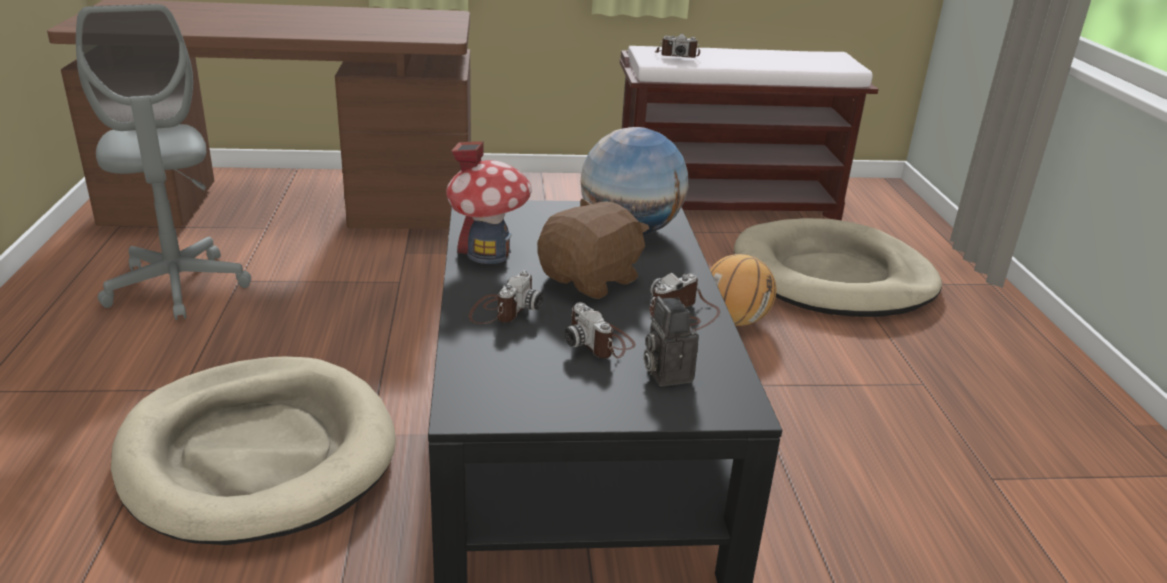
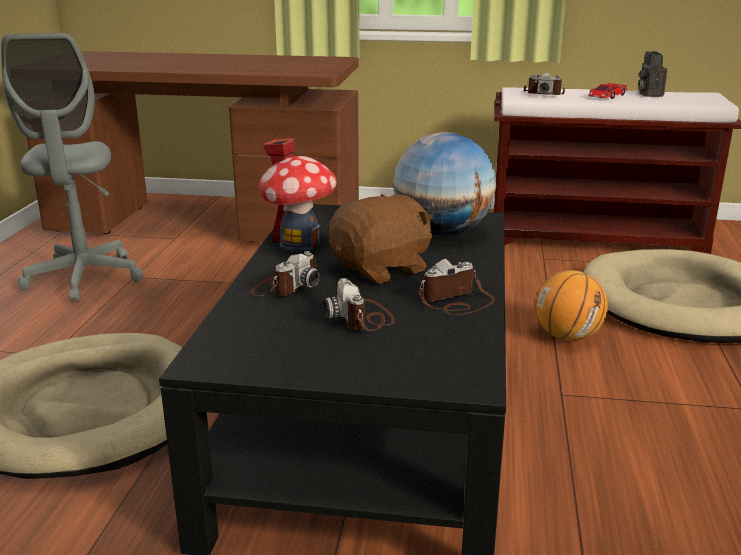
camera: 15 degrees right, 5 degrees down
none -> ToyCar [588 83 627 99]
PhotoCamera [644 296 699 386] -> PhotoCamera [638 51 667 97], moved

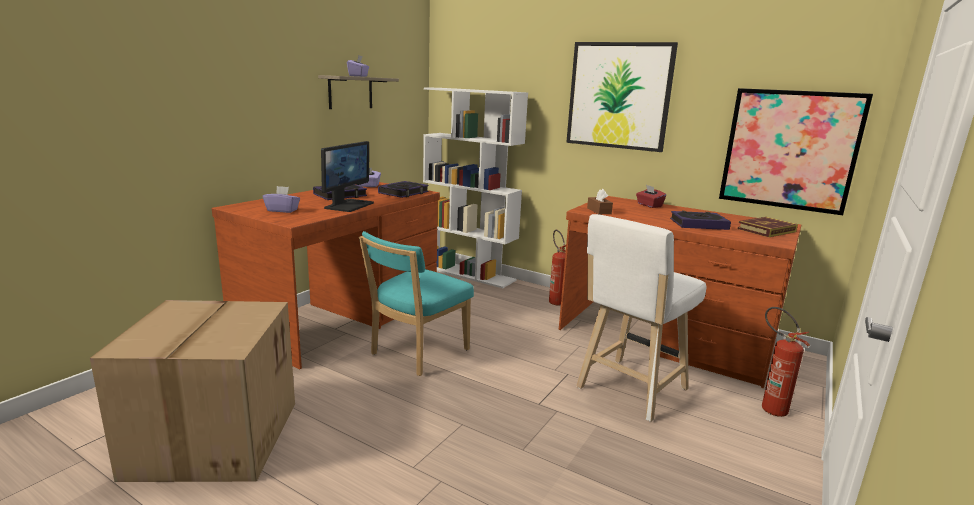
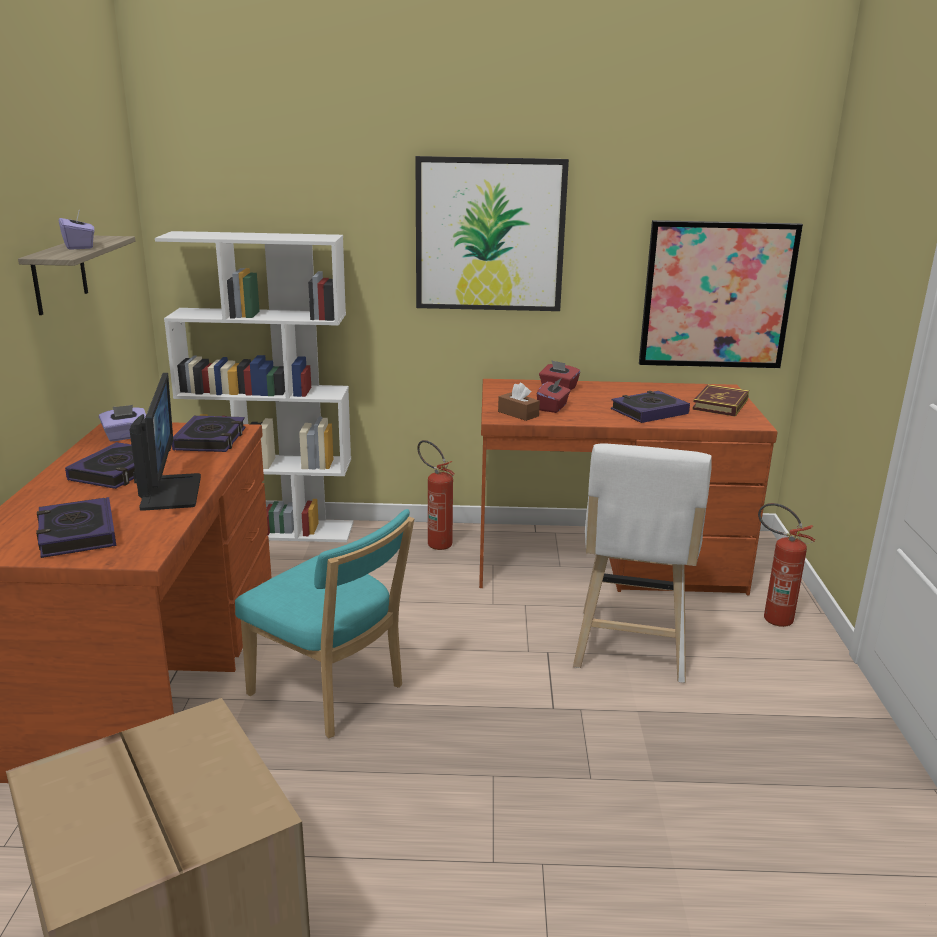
camera: 30 degrees left, 5 degrees up
none -> RedTissueBox [537 378 571 413]
PurpleTissueBox [263 186 300 213] -> Book [36 497 116 558]
TurquoiseChair [359 231 474 376] -> TurquoiseChair [235 509 414 739], 60 degrees counterclockwise

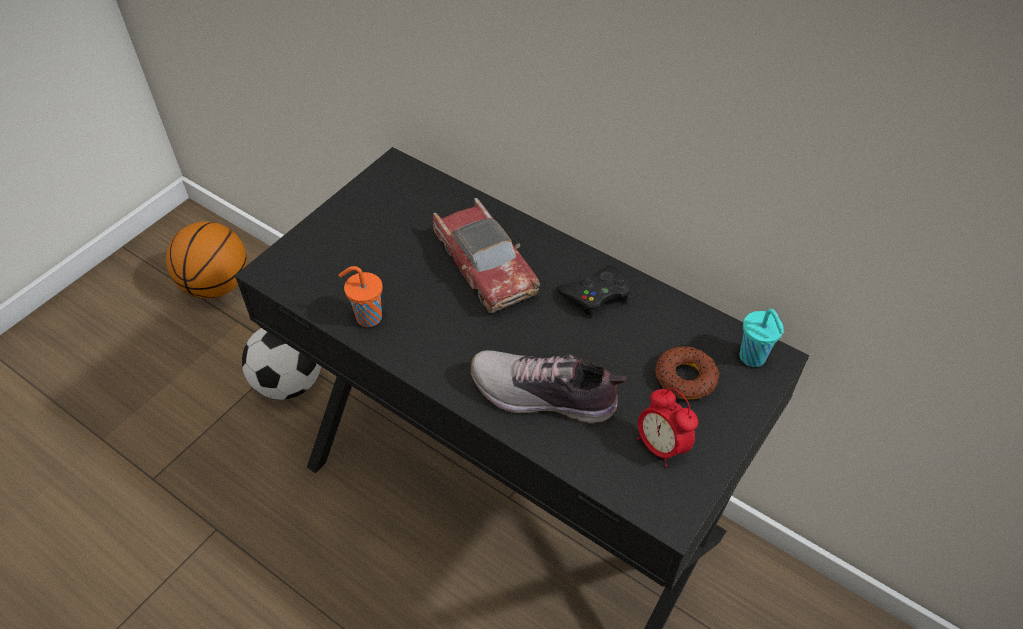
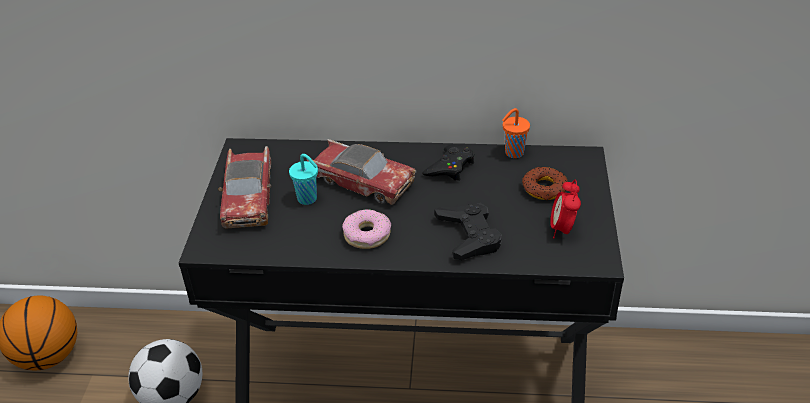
camera: 30 degrees left, 10 degrees down
none -> ToyCar [218 146 272 229]
none -> Donut [342 210 391 249]
OrangeCup [339 266 383 327] -> OrangeCup [502 108 530 158], moved
TurquoiseCup [740 309 784 367] -> TurquoiseCup [289 154 318 205], moved
Shoe [471 350 626 424] -> BlackGameController [435 203 502 260]
AlarmClock [637 388 698 467] -> AlarmClock [550 179 581 238], 75 degrees clockwise

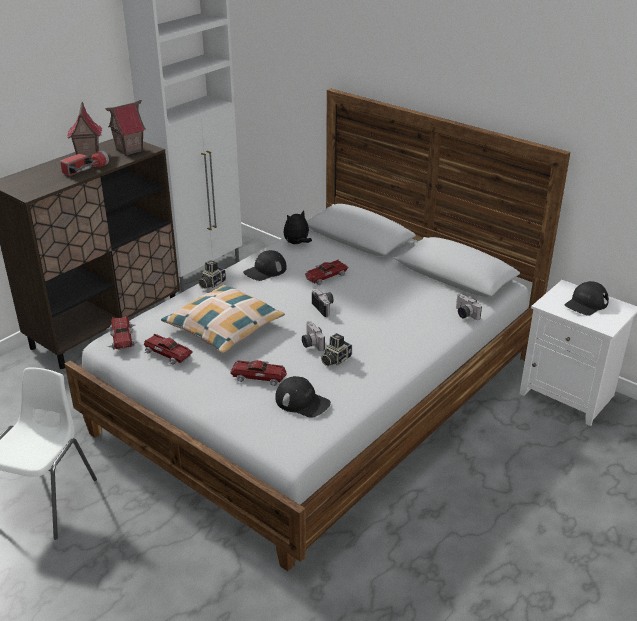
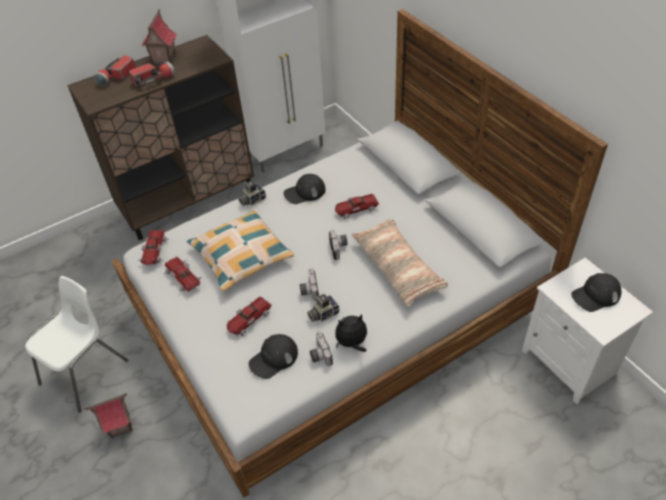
camera: 20 degrees right, 15 degrees up
none -> Flashlight [94 55 136 86]
none -> Pillow [352 219 448 307]
ToyHouse [106 100 146 156] -> ToyHouse [84 393 132 438], moved
PlushToy [283 210 312 244] -> PlushToy [335 314 367 352], moved
PhotoCamera [456 294 482 320] -> PhotoCamera [310 331 333 366], moved
ToyCar [230 360 287 386] -> ToyCar [226 296 272 336], 105 degrees clockwise
BlackCap [275 376 331 418] -> BlackCap [248 334 298 379], 90 degrees clockwise

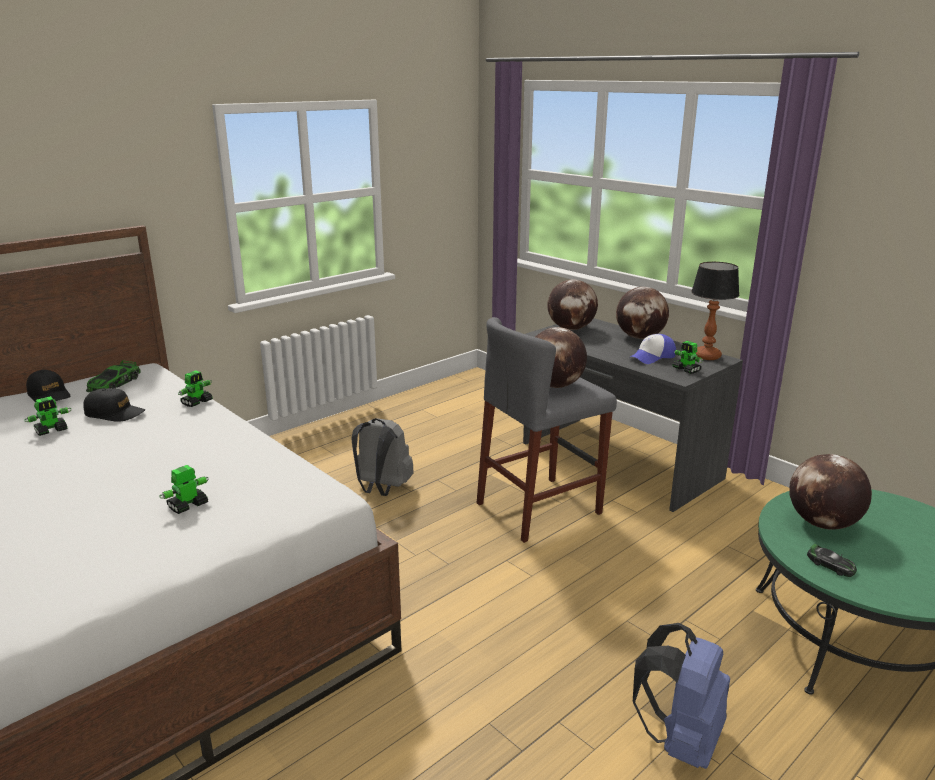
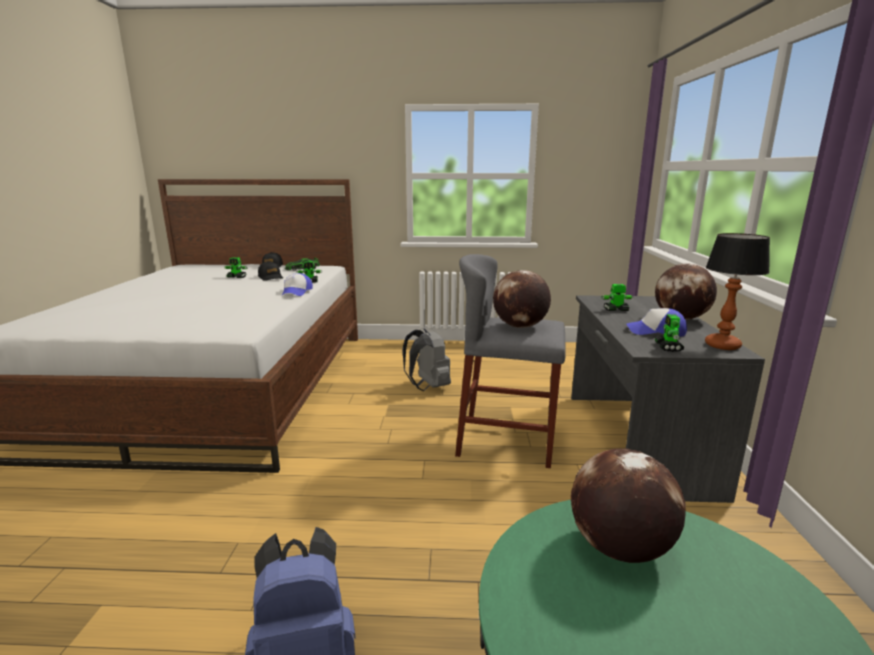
camera: 45 degrees right, 5 degrees down
Globe [547 280 598 330] -> none
ToyCar [807 544 857 577] -> none
none -> Cap [282 273 313 296]
ToyRobot [159 465 209 514] -> ToyRobot [601 284 633 311], moved

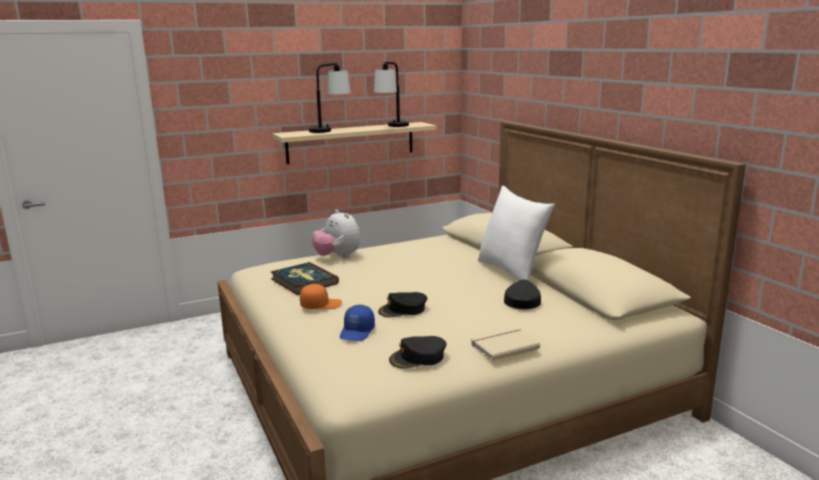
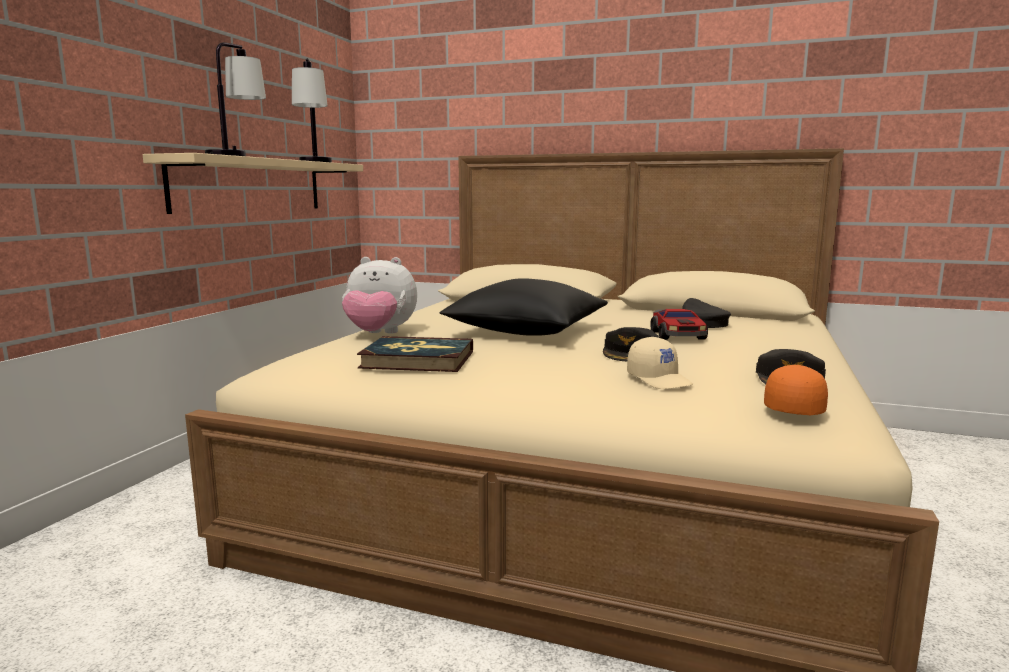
camera: 45 degrees left, 5 degrees down
BeigeBook [471 328 540 361] -> none
WhitePillow [478 186 555 281] -> none
none -> BlackPillow [440 278 608 336]
none -> ToyCar [650 309 708 340]
OrangeCap [300 284 342 309] -> OrangeCap [764 365 828 416], moved
BlueCap [340 305 375 341] -> BeigeCap [627 337 693 389]

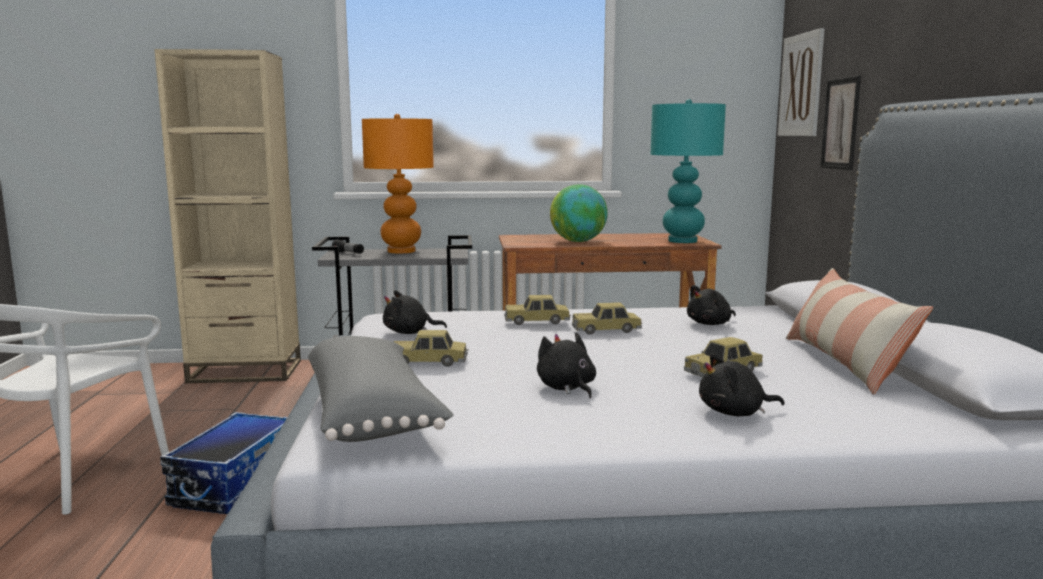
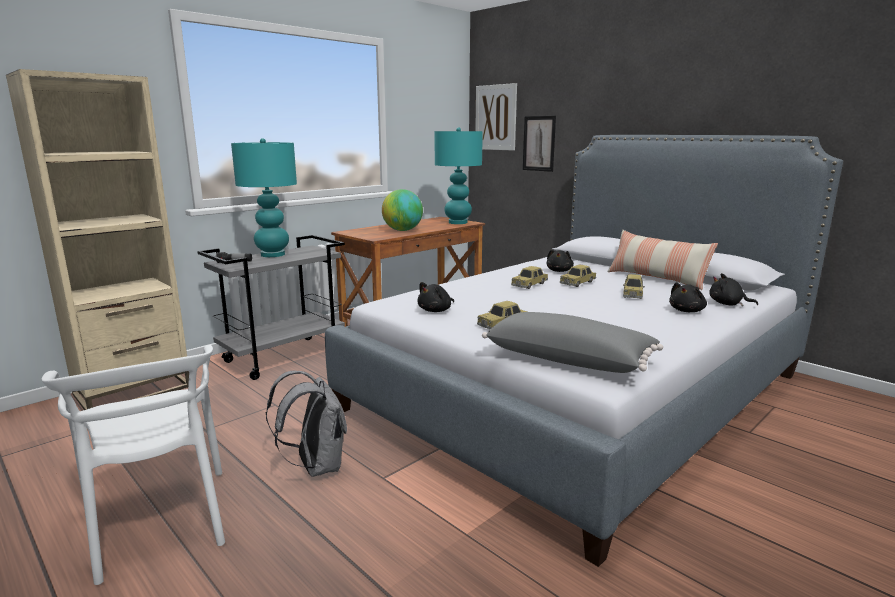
camera: 40 degrees left, 5 degrees up
ToyCar [504 295 571 325] -> ToyCar [560 265 596 287], moved
BlackPlushToy [537 332 596 398] -> BlackPlushToy [709 273 758 306], moved
StorageBox [160 412 287 514] -> GreyBackpack [266 370 347 477]
OrangeTableLamp [362 114 434 253] -> TurquoiseTableLamp [231 138 297 257]

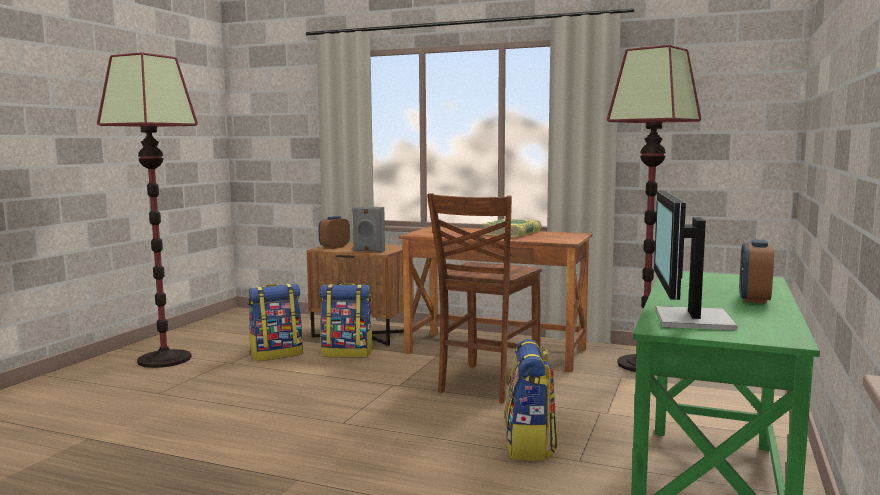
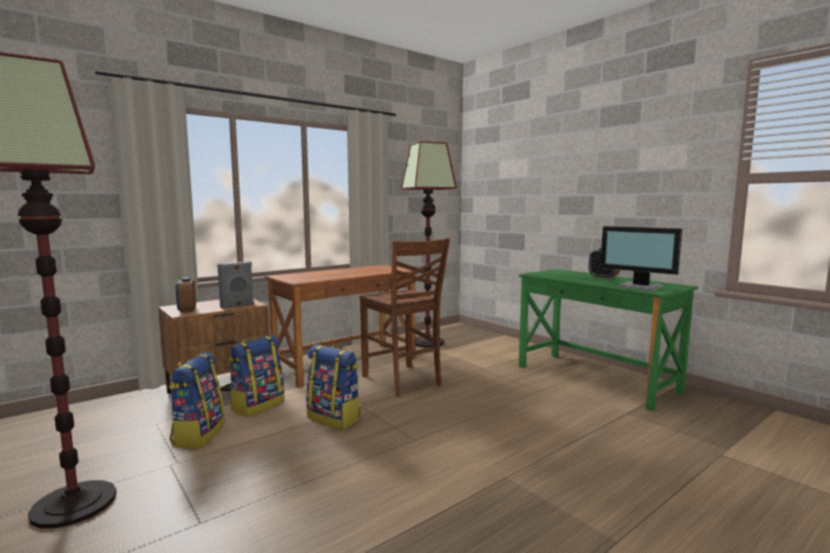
camera: 60 degrees left, 0 degrees up
Book [481 219 542 238] -> none
Backpack [505 339 558 461] -> Backpack [306 345 360 430], moved

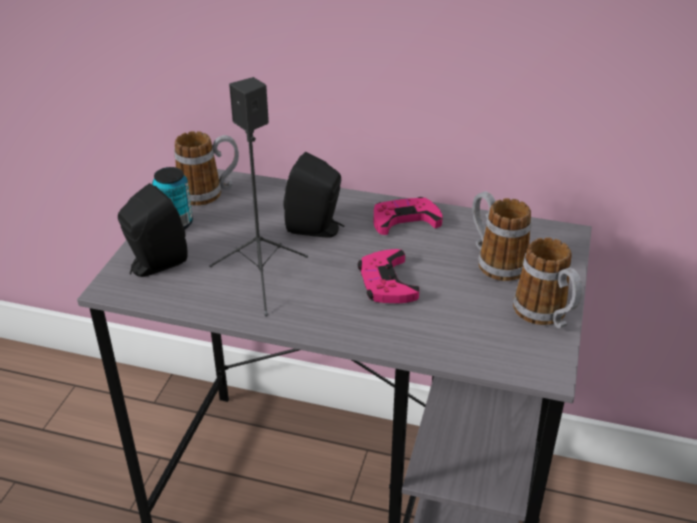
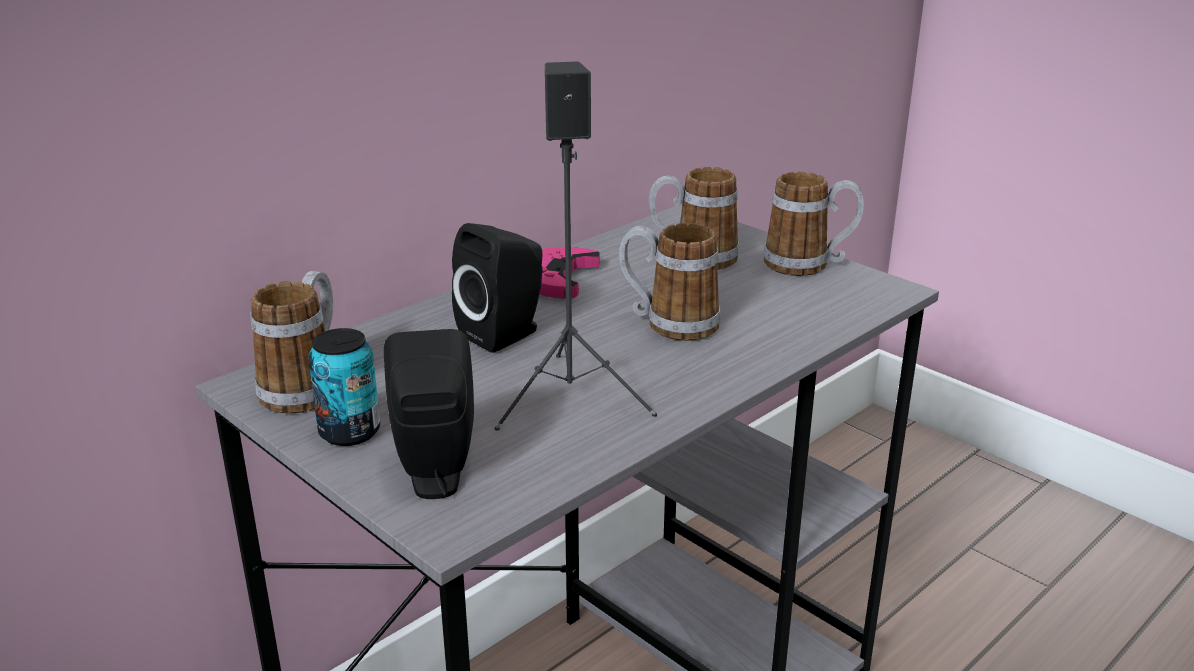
camera: 60 degrees left, 10 degrees down
PinkGameController [358 249 419 303] -> Mug [619 223 721 341]

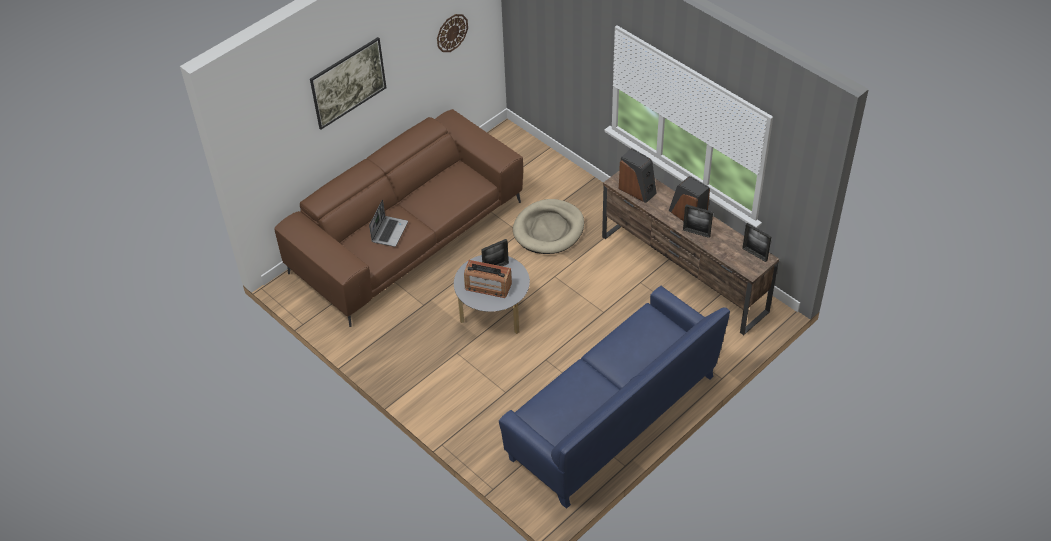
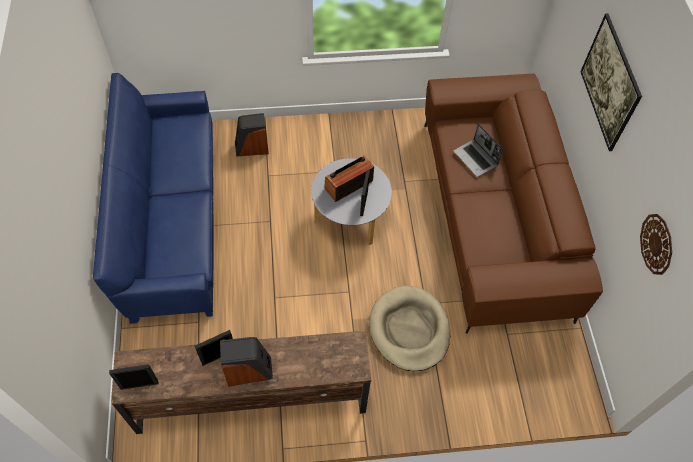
camera: 125 degrees right, 10 degrees up
Speaker [619 148 657 203] -> Speaker [235 113 269 156], moved

